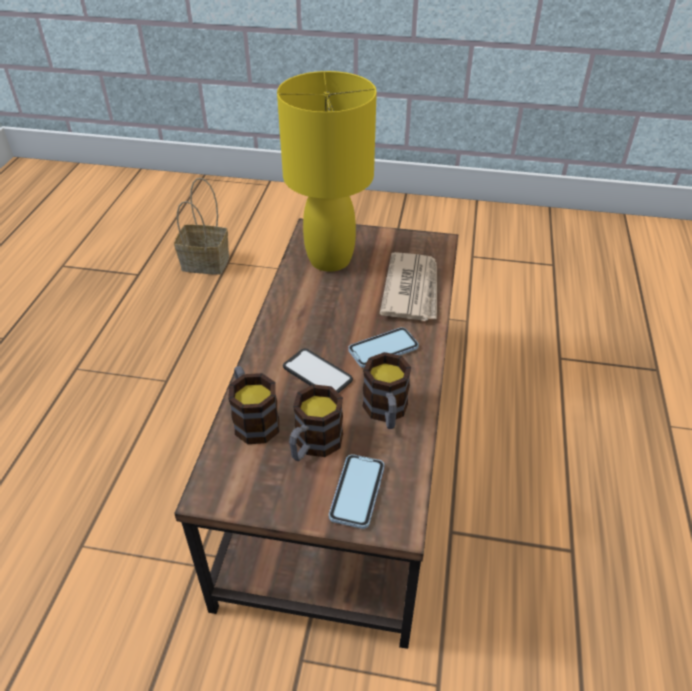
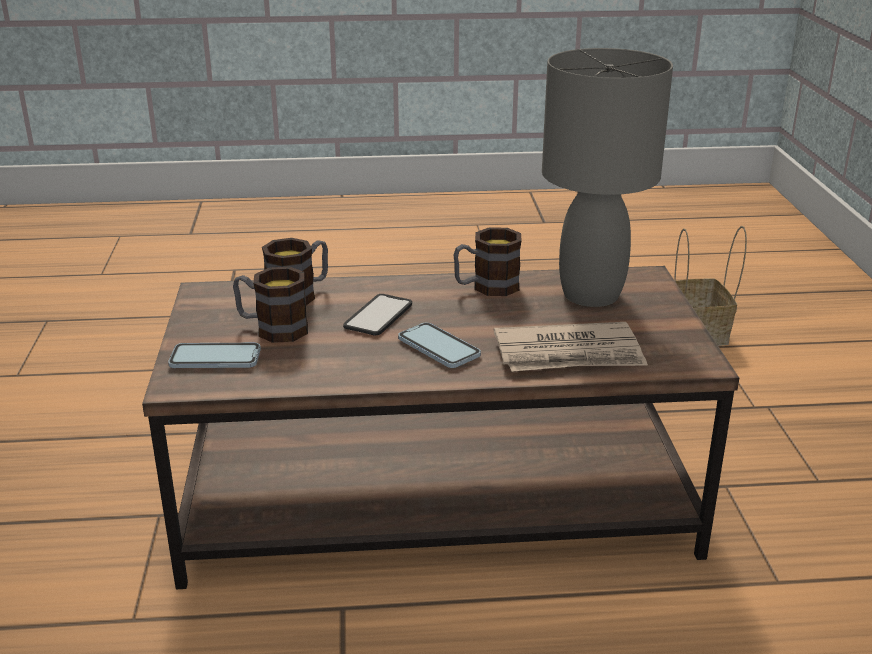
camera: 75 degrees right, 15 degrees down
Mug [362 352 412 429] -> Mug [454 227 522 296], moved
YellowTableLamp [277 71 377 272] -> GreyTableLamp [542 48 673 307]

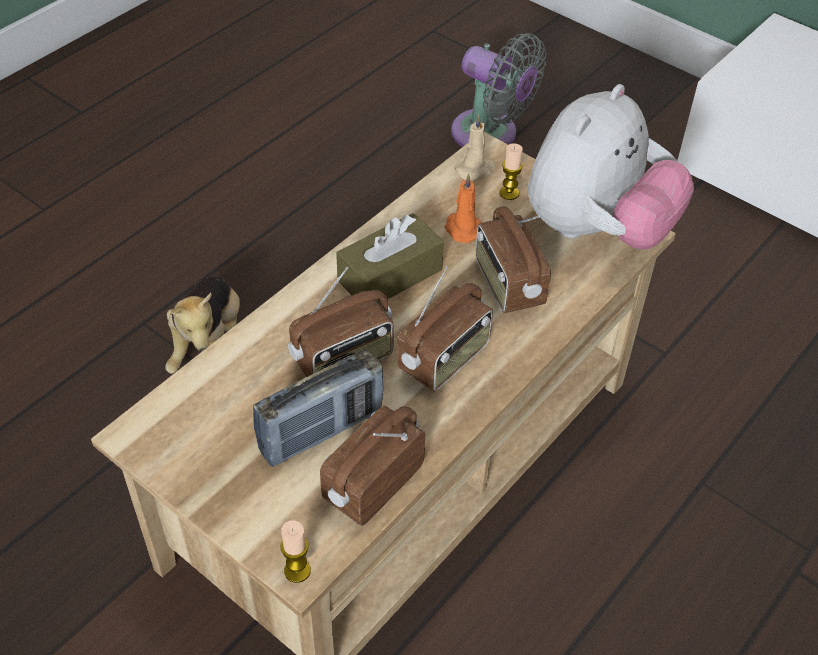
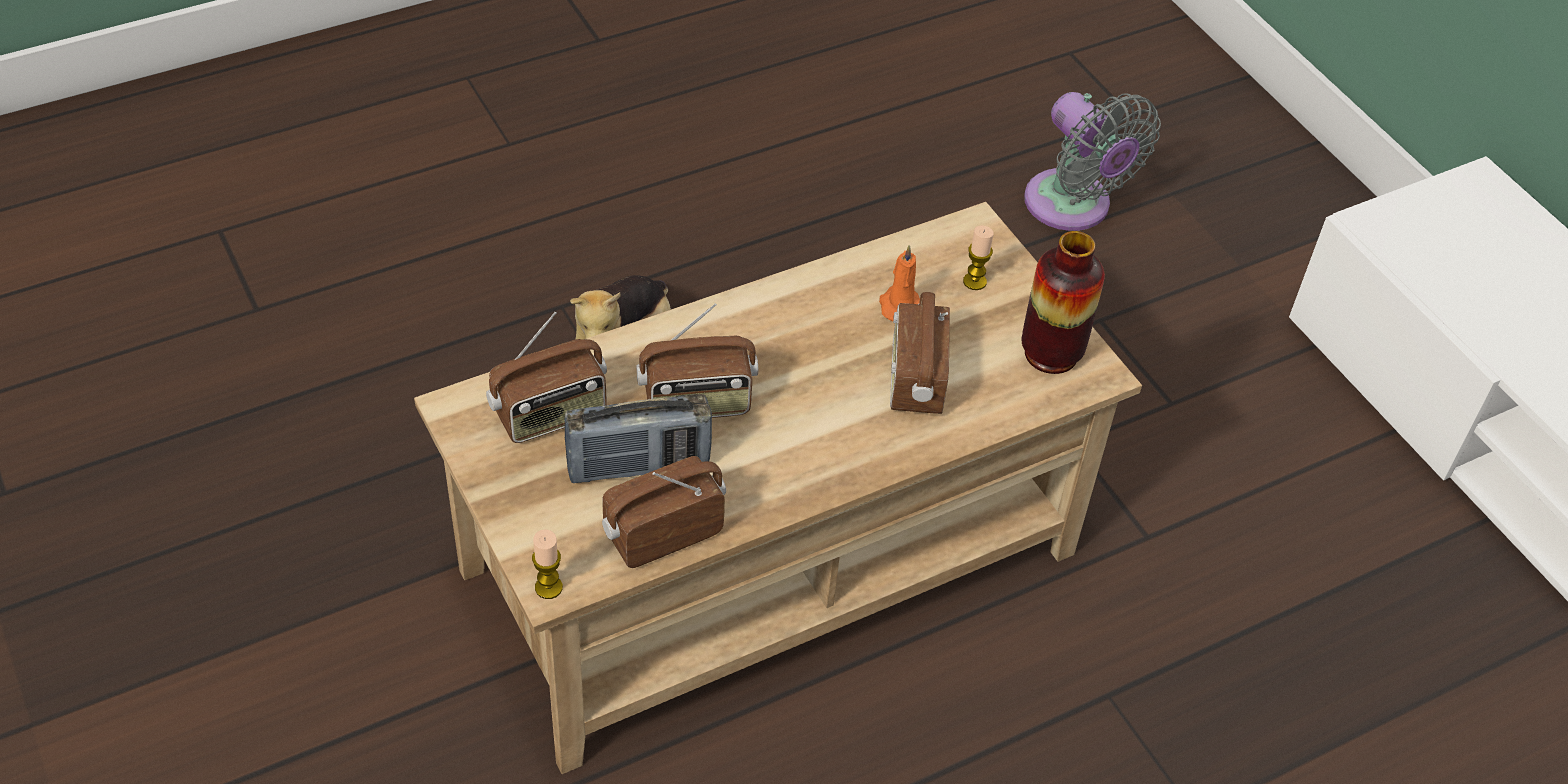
camera: 20 degrees right, 0 degrees up
BrownTissueBox [336 213 444 304] -> none
BeigeCandle [454 114 496 181] -> none
Radio [397 266 493 392] -> Radio [486 312 607 443], moved
PlushToy [528 84 694 250] -> Vase [1021 231 1105 374]

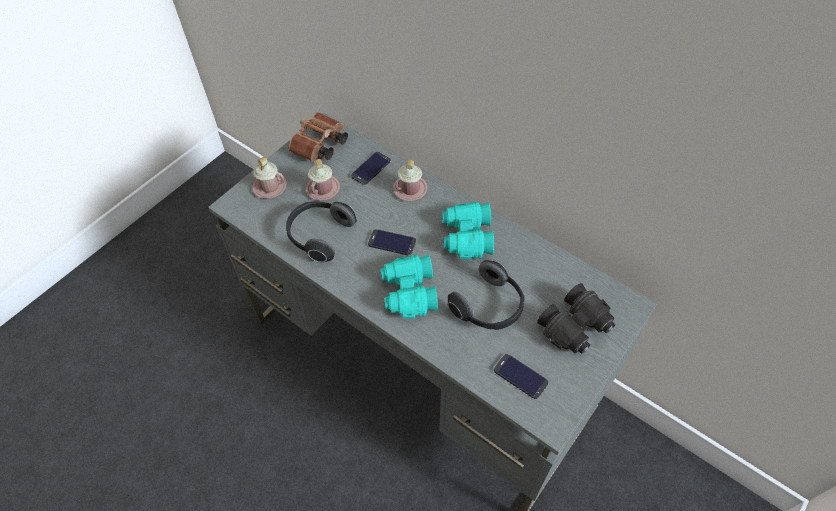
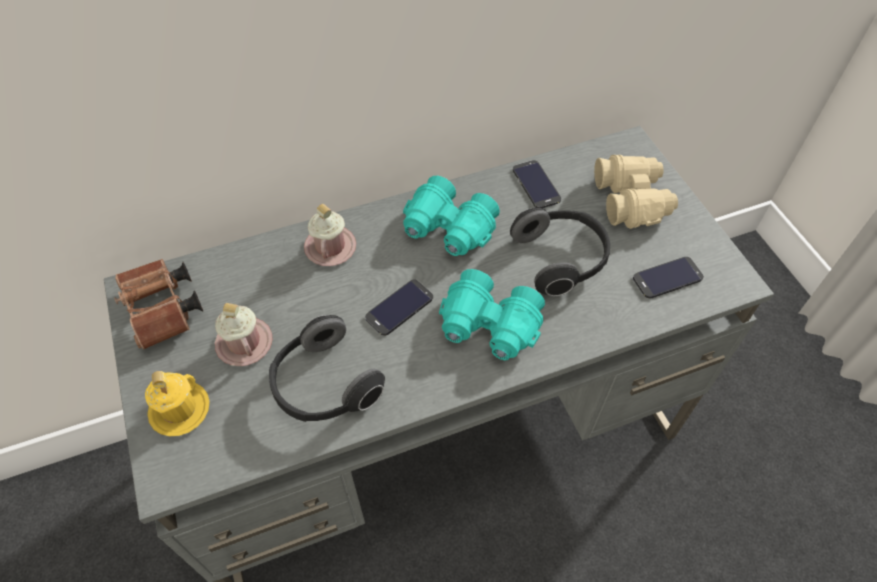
camera: 60 degrees left, 0 degrees up
Phone [351 152 391 185] -> Phone [513 160 561 208], moved
PinkMug [252 157 287 199] -> YellowMug [145 371 210 436]
BlackBinoculars [537 283 615 354] -> BeigeBinoculars [594 155 678 229]

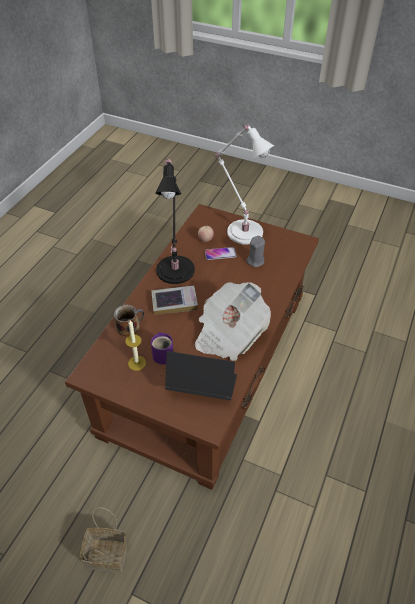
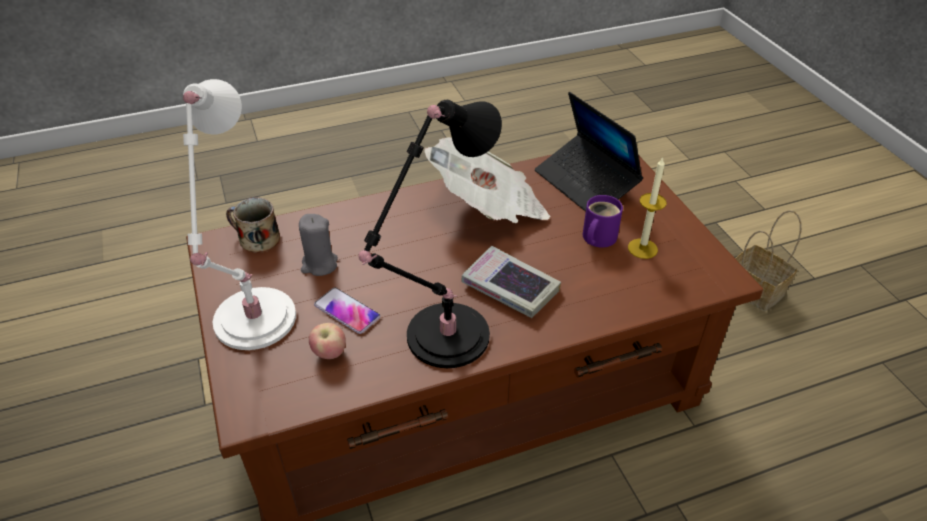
camera: 135 degrees left, 5 degrees down
Mug [114 305 145 337] -> Mug [226 197 280 253], moved

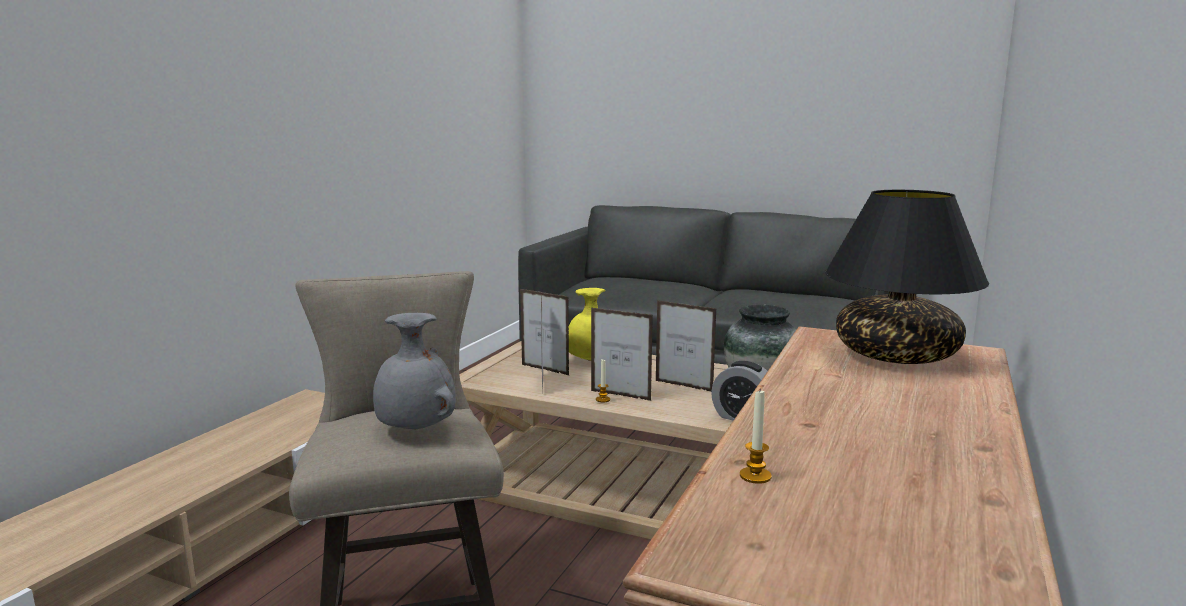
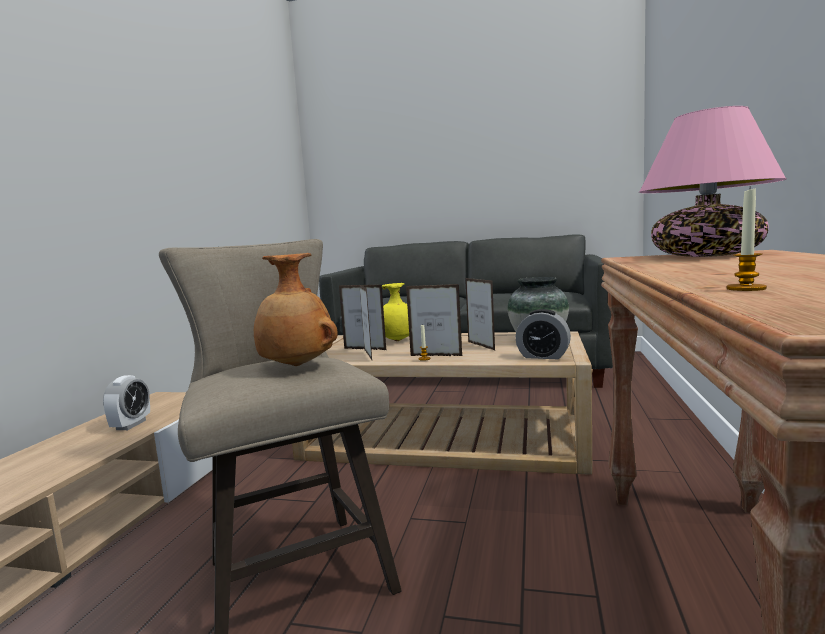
camera: 10 degrees left, 5 degrees down
none -> AlarmClock [103 375 150 430]
GreyVase [373 313 456 429] -> BrownVase [254 253 338 366]
BlackTableLamp [825 190 989 364] -> PinkTableLamp [639 106 787 257]
PictureFrame [656 300 717 392] -> PictureFrame [465 278 495 350], 135 degrees counterclockwise

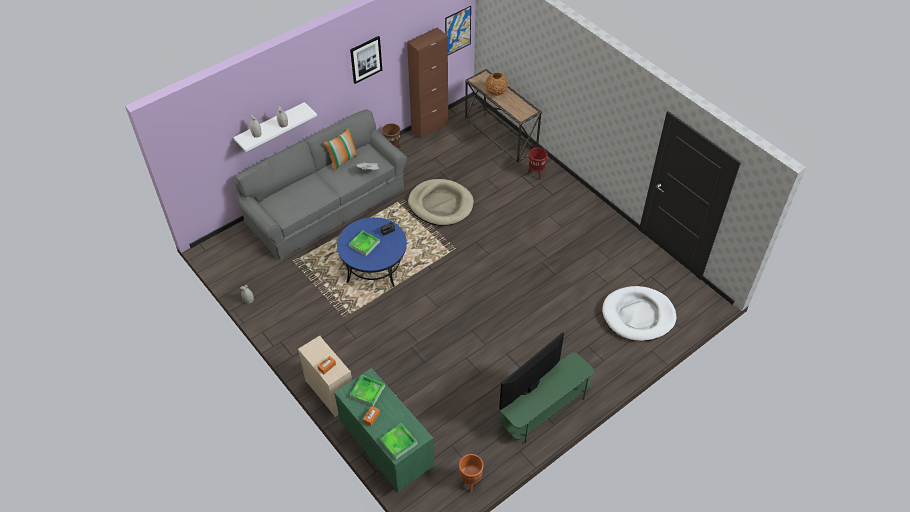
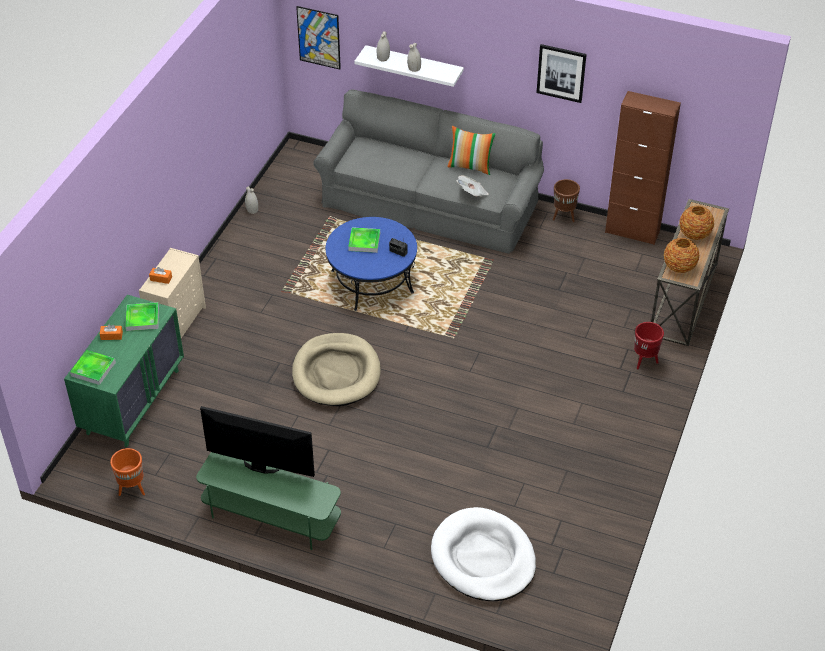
camera: 60 degrees right, 5 degrees down
none -> Vase [664 238 699 273]
BeigeDogBed [408 179 474 226] -> BeigeDogBed [292 333 381 406], moved
Picture [445 6 471 55] -> Picture [296 6 341 69], moved

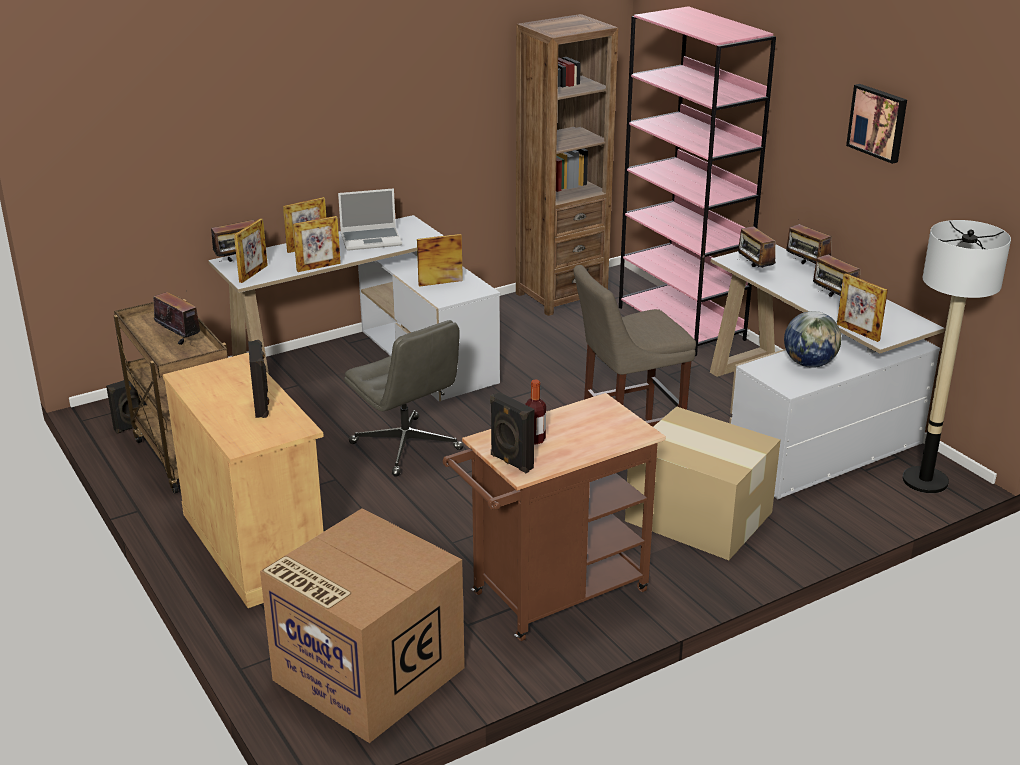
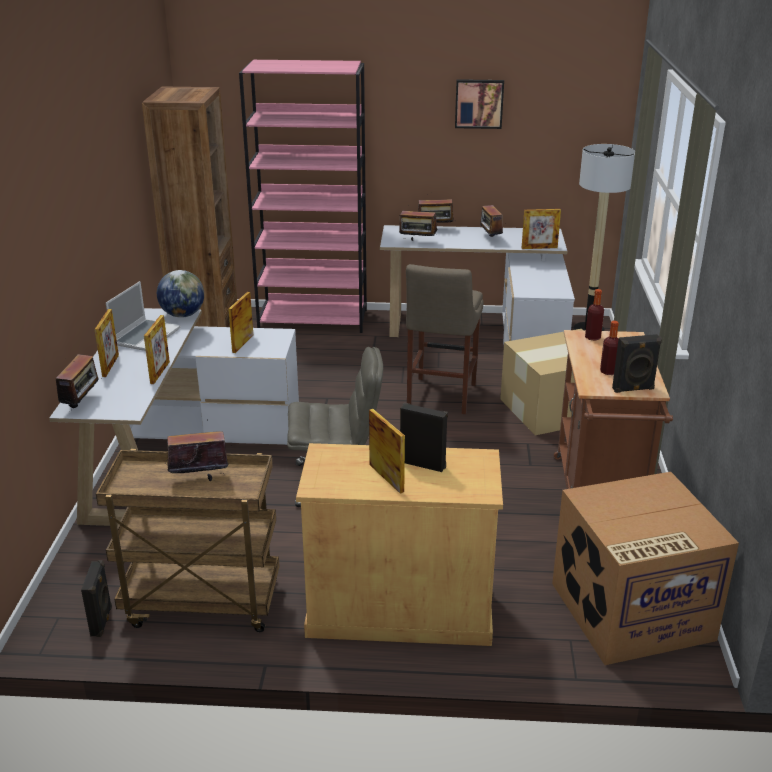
camera: 55 degrees left, 0 degrees up
none -> Bottle [585 289 604 341]
PictureFrame [234 218 268 283] -> PictureFrame [369 409 405 494], moved
Globe [784 311 841 368] -> Globe [157 270 204 318], moved
Radio [813 249 860 297] -> Radio [480 199 503 237], 75 degrees clockwise

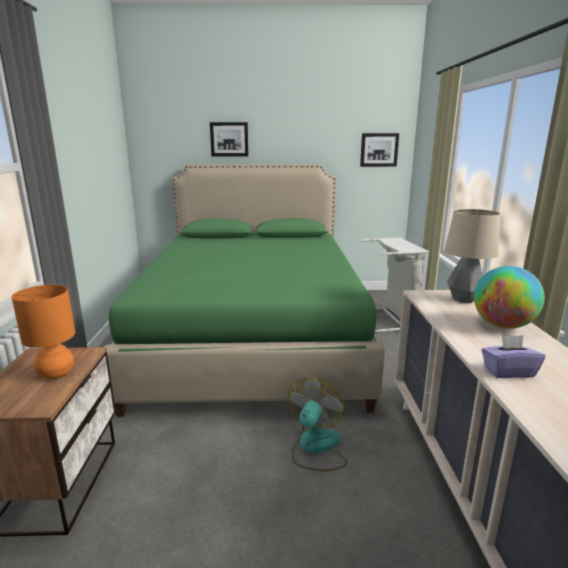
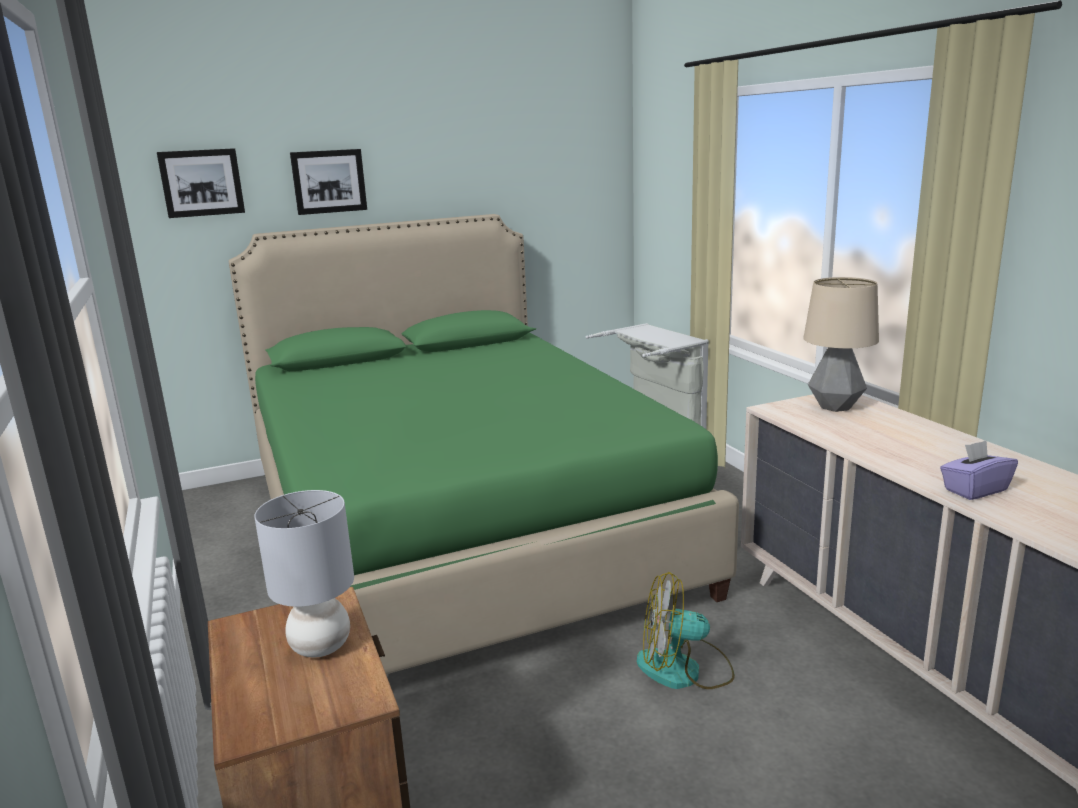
camera: 20 degrees left, 0 degrees up
Globe [474 266 545 329] -> none
Picture [360 133 399 167] -> Picture [157 148 245 218], moved
OrangeTableLamp [12 285 75 379] -> GreyTableLamp [254 490 354 657]
Fan [288 378 347 471] -> Fan [637 572 735 689], 90 degrees counterclockwise

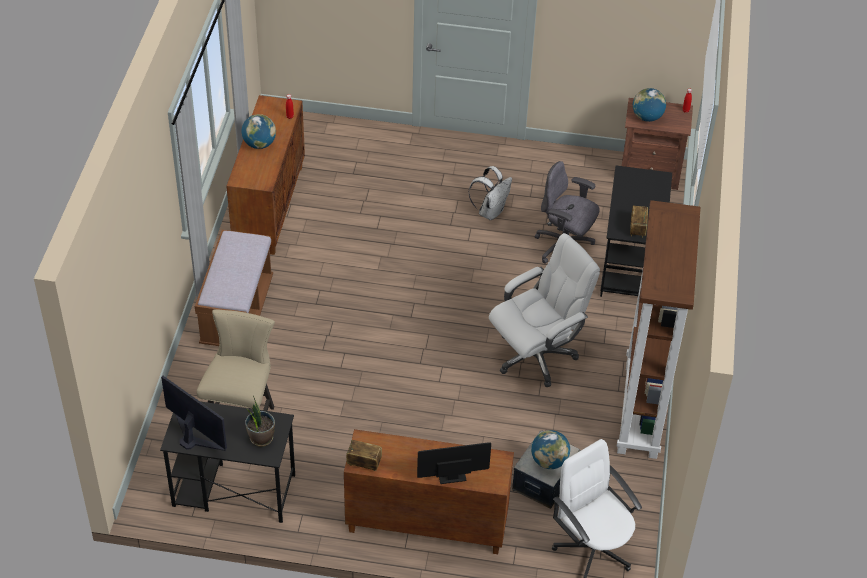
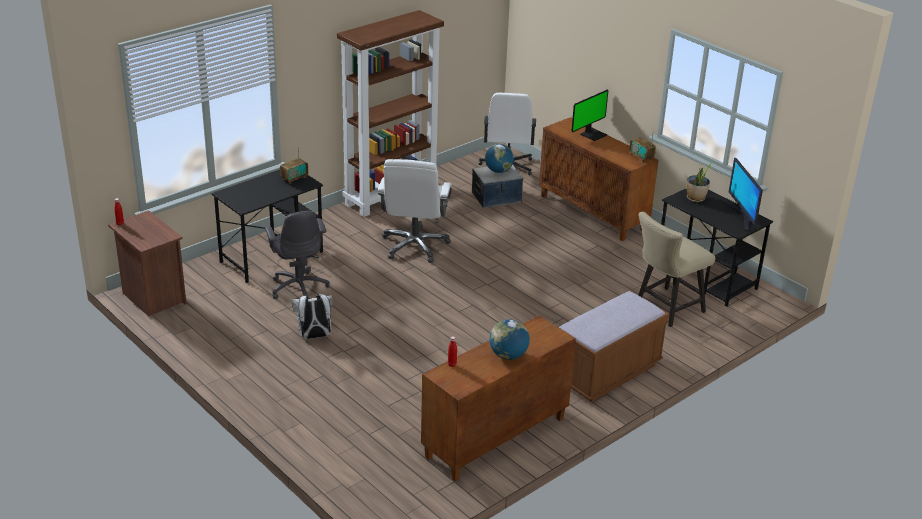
camera: 140 degrees left, 15 degrees down
Globe [633 88 666 122] -> none
Monitor [417 442 491 484] -> Monitor [572 90 608 141], 75 degrees counterclockwise
WhiteOfficeChair [489 233 600 387] -> WhiteOfficeChair [378 159 452 263], 90 degrees counterclockwise

